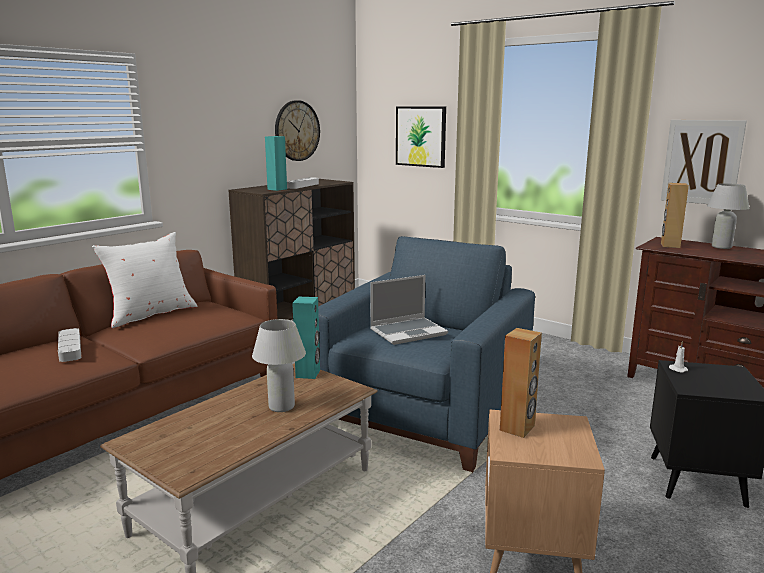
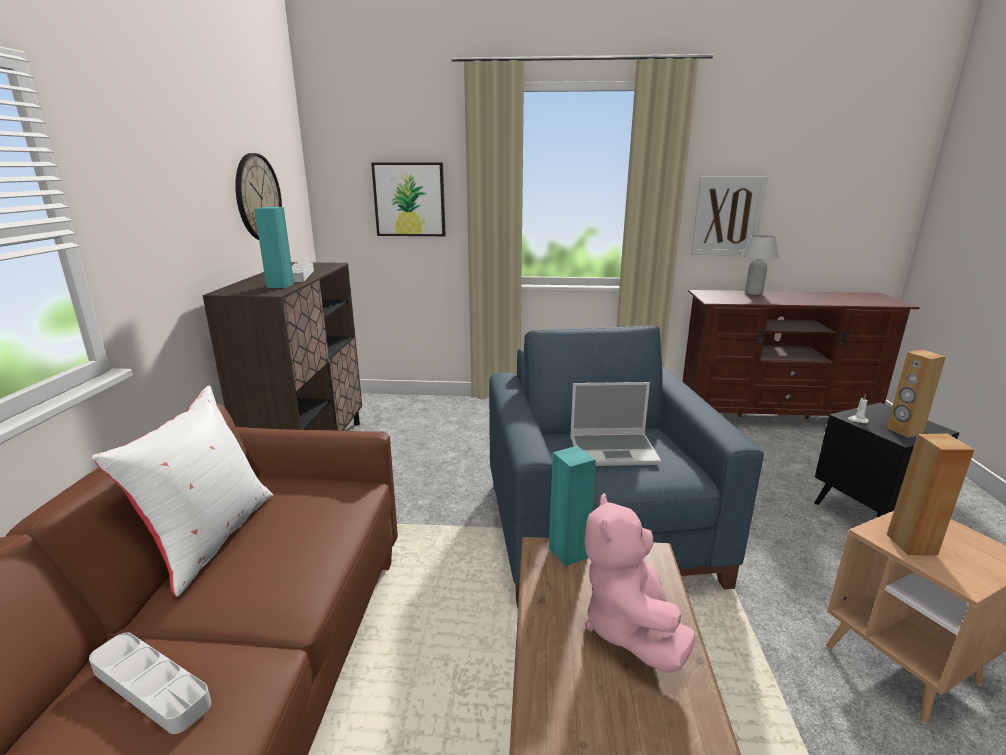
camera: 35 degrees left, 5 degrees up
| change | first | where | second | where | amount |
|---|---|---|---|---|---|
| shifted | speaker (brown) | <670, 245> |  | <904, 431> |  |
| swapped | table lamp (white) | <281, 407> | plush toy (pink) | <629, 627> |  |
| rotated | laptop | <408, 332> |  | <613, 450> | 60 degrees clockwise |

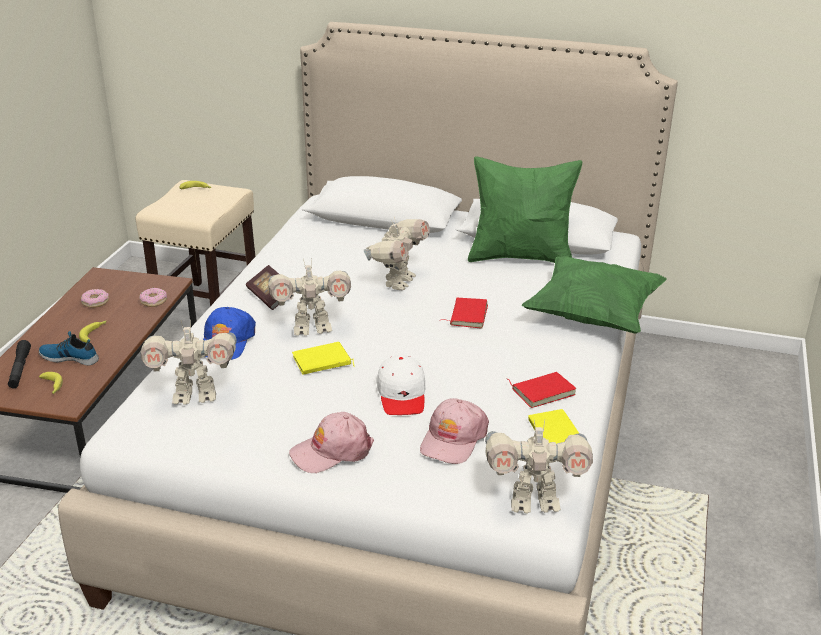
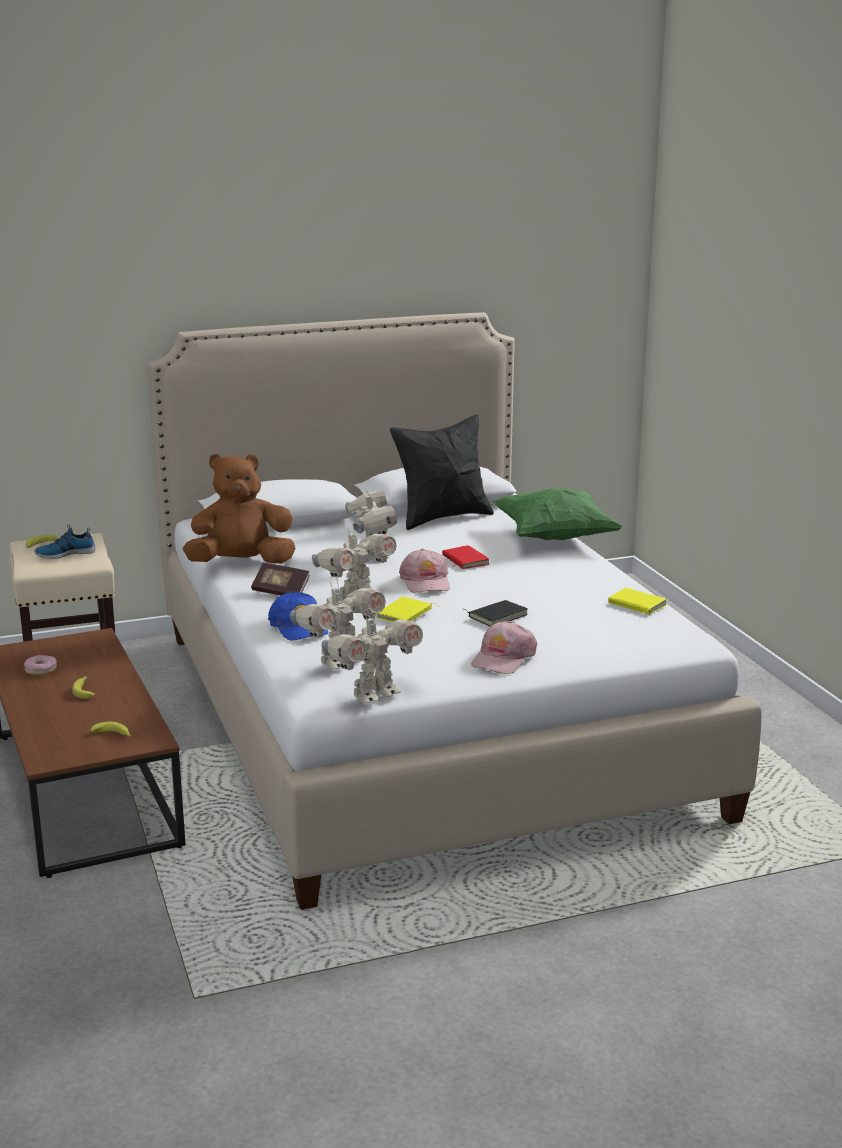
camera: 35 degrees left, 10 degrees down
| change | first | where | second | where | amount |
|---|---|---|---|---|---|
| gone | flashlight (black) | <20, 369> |  |  |  |
| gone | donut | <153, 301> |  |  |  |
| gone | book (red) | <542, 391> |  |  |  |
| new |  |  | plush toy (brown) | <241, 563> |  |
| shifted | shoe | <70, 357> |  | <65, 554> |  |
| shifted | cap (pink) | <453, 439> |  | <426, 582> |  |
| shifted | toy robot | <533, 501> |  | <374, 694> |  |
| swapped | cap (white) | <402, 394> | book (black) | <497, 616> |  |
| repainted | pillow (green) | <520, 257> | pillow (black) | <442, 517> |  |

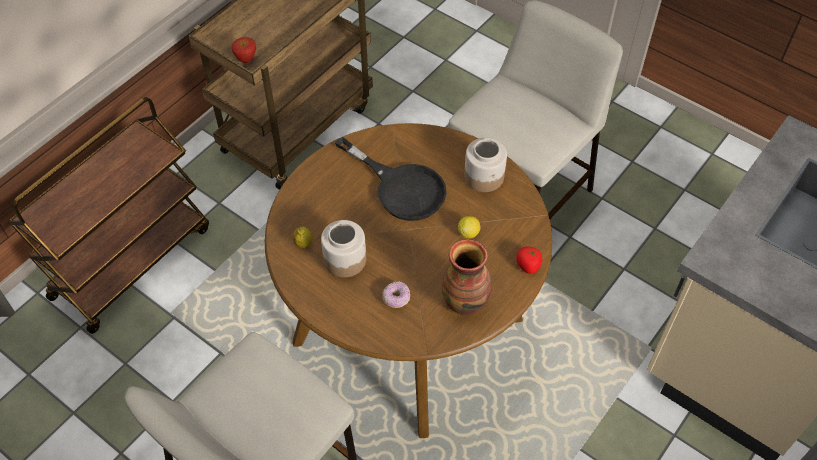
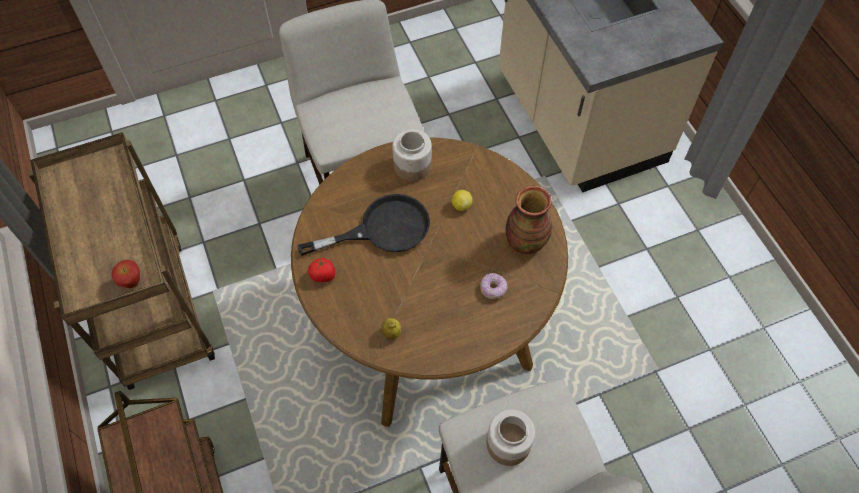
camera: 60 degrees left, 5 degrees up
| change | first | where | second | where | amount |
|---|---|---|---|---|---|
| shifted | jar | <344, 259> |  | <507, 443> |  |
| shifted | tomato | <528, 266> |  | <323, 275> |  |

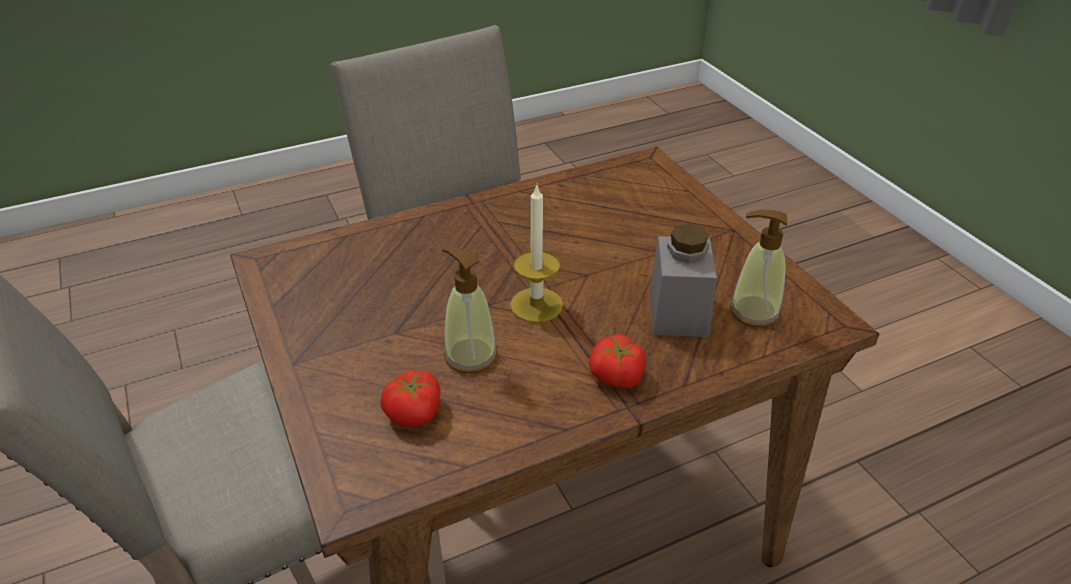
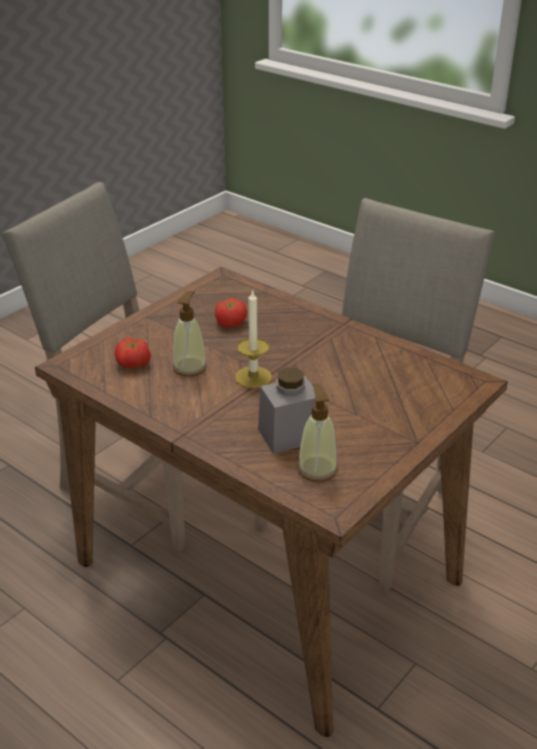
camera: 65 degrees right, 5 degrees down
| change | first | where | second | where | amount |
|---|---|---|---|---|---|
| shifted | tomato | <616, 375> |  | <230, 322> |  |

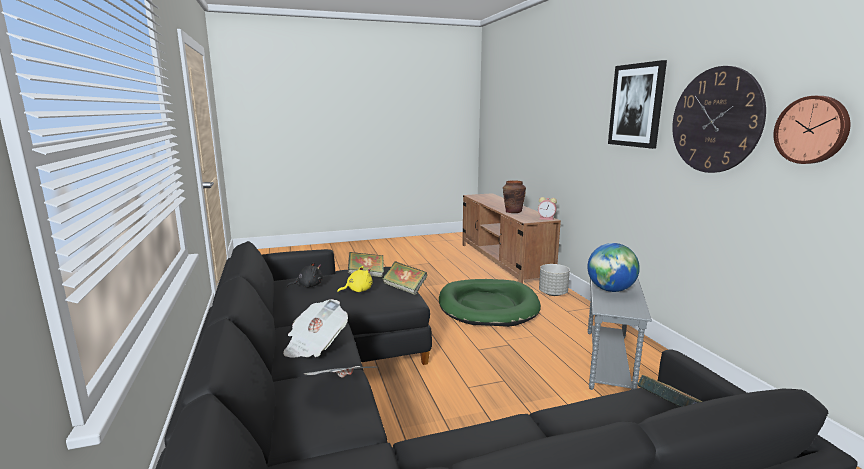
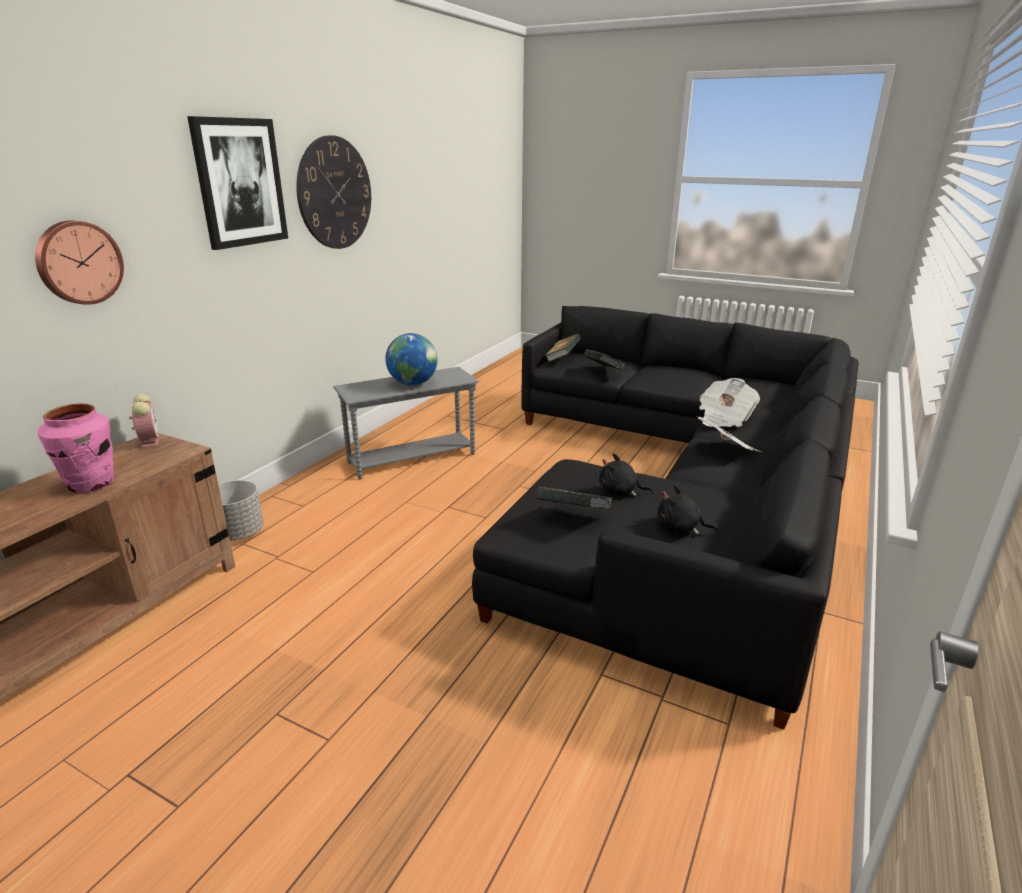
camera: 135 degrees left, 10 degrees up
| change | first | where | second | where | amount |
|---|---|---|---|---|---|
| gone | dog bed (green) | <488, 306> |  |  |  |
| shifted | book | <405, 289> |  | <603, 371> |  |
| shifted | wall clock | <812, 130> |  | <78, 262> |  |
| repainted | plush toy (yellow) | <357, 290> | plush toy (black) | <620, 492> |  |
| repainted | vase (brown) | <513, 212> | vase (pink) | <91, 484> |  |

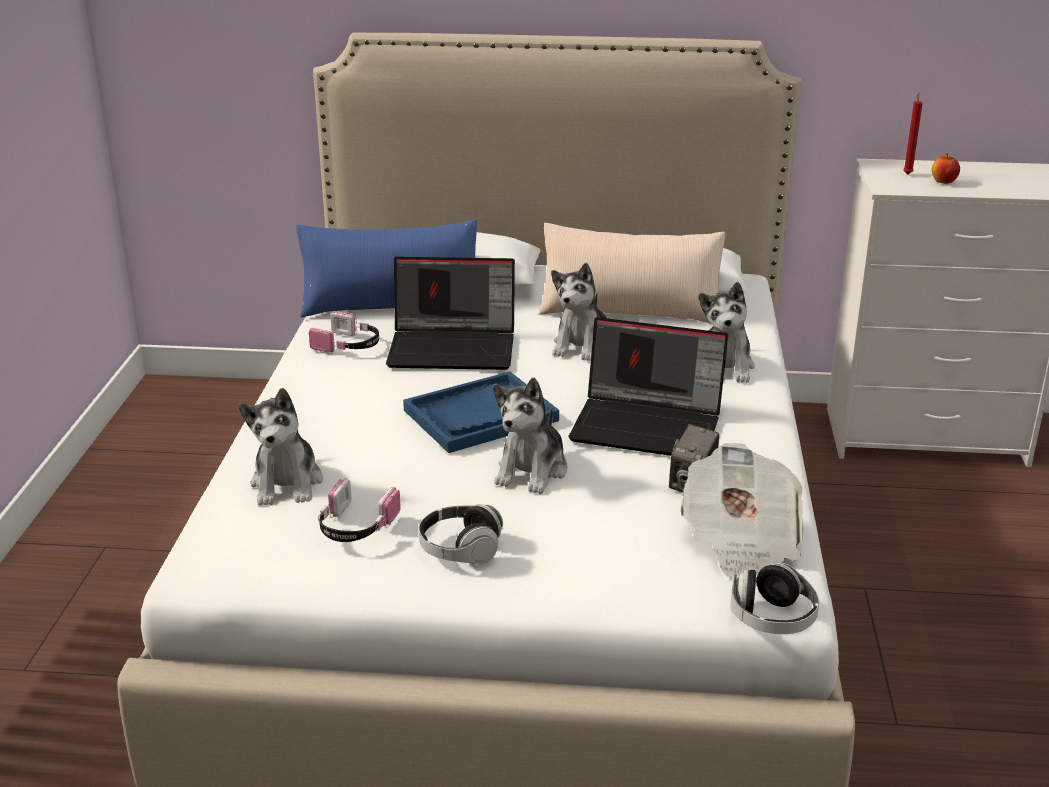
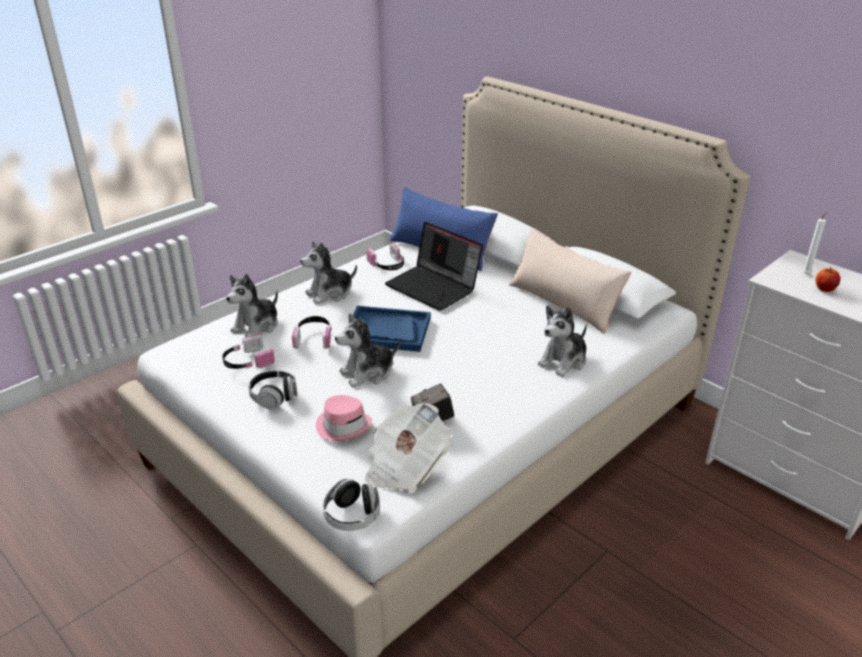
camera: 40 degrees right, 5 degrees up
| change | first | where | second | where | amount |
|---|---|---|---|---|---|
| gone | laptop | <649, 425> |  |  |  |
| new |  |  | headphones | <313, 337> |  |
| new |  |  | hat (pink) | <343, 426> |  |
| shifted | plush toy | <582, 345> |  | <330, 293> |  |
| repainted | candle (red) | <907, 174> | candle (white) | <807, 274> |  |

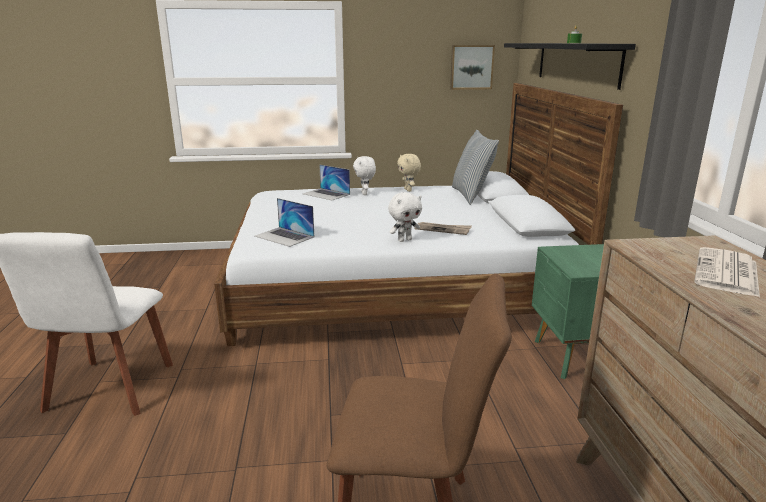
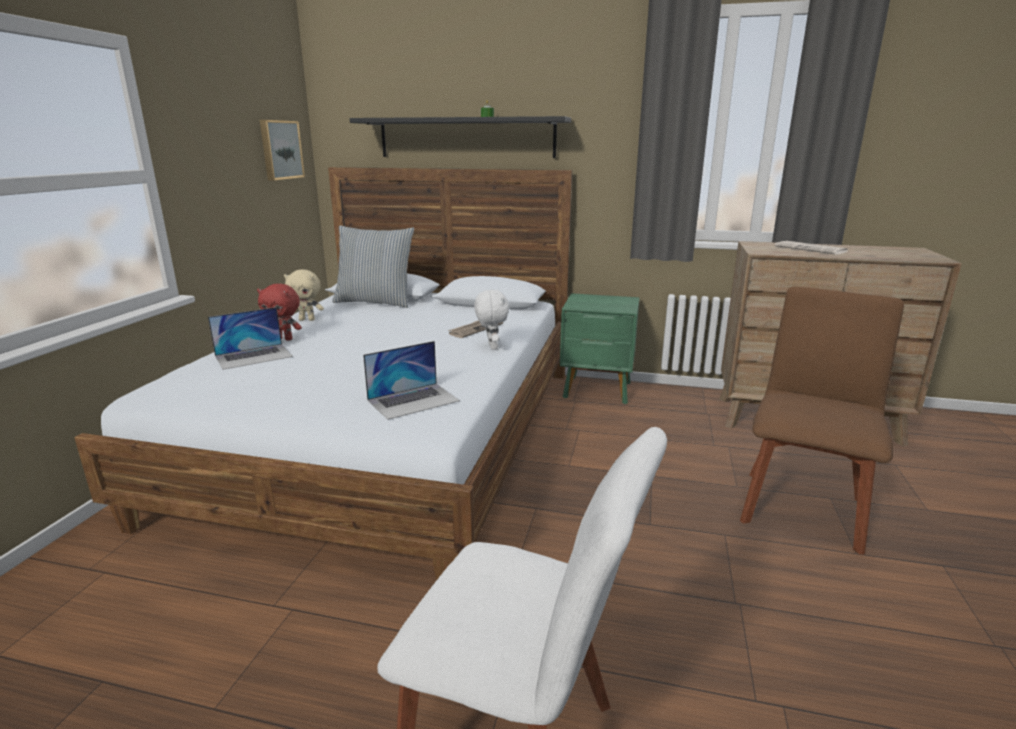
camera: 70 degrees left, 0 degrees up
| change | first | where | second | where | amount |
|---|---|---|---|---|---|
| repainted | plush toy (white) | <365, 194> | plush toy (red) | <284, 339> |  |

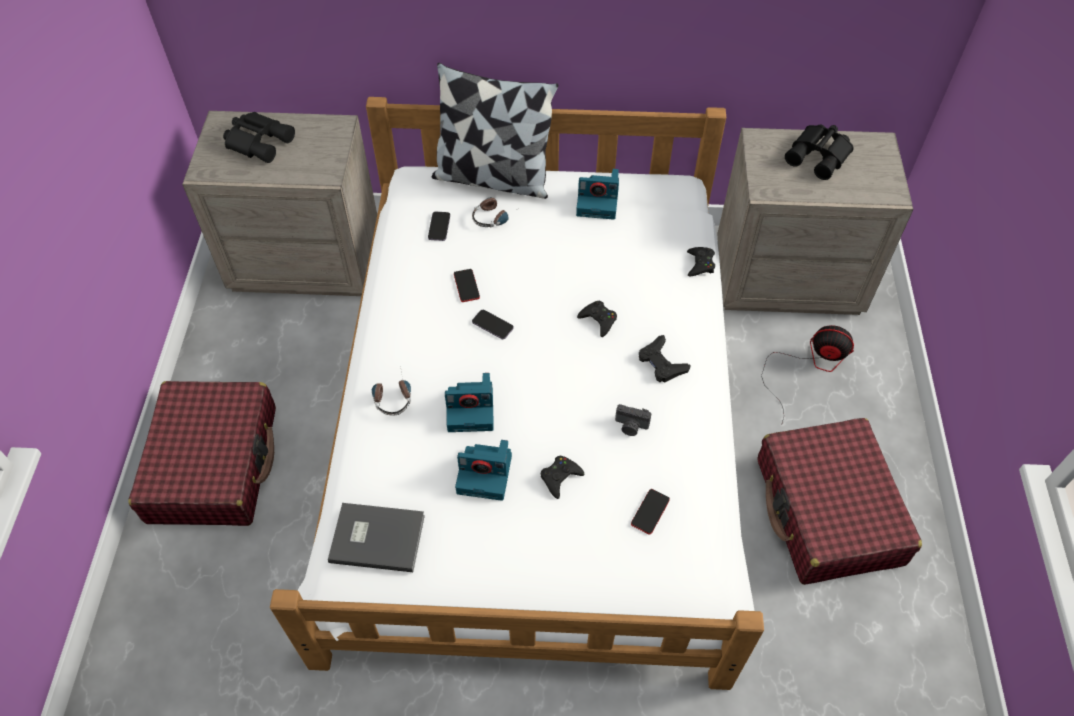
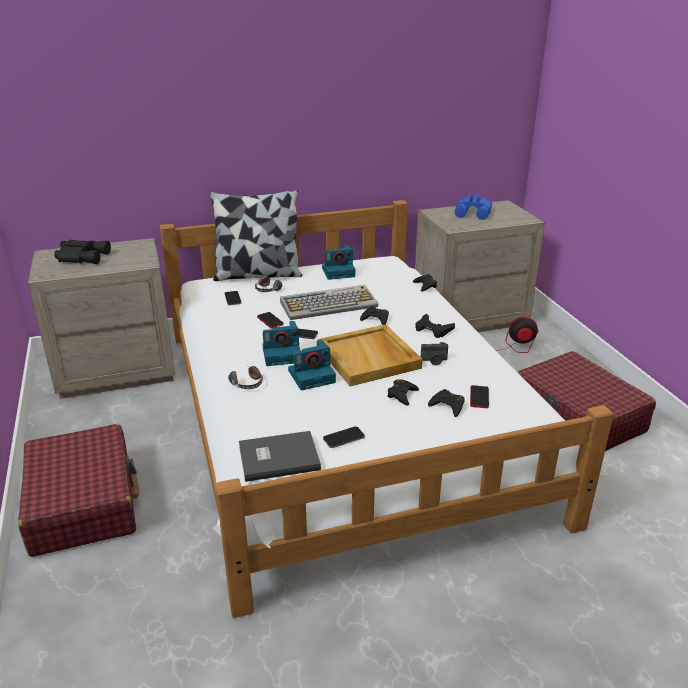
camera: 20 degrees left, 25 degrees down
| change | first | where | second | where | amount |
|---|---|---|---|---|---|
| new |  |  | keyboard | <329, 304> |  |
| new |  |  | tray (beige) | <369, 358> |  |
| new |  |  | phone | <343, 438> |  |
| new |  |  | game controller (black) | <447, 406> |  |
| shifted | photo camera | <486, 474> |  | <282, 354> |  |
| repainted | binoculars (black) | <820, 156> | binoculars (blue) | <474, 212> |  |

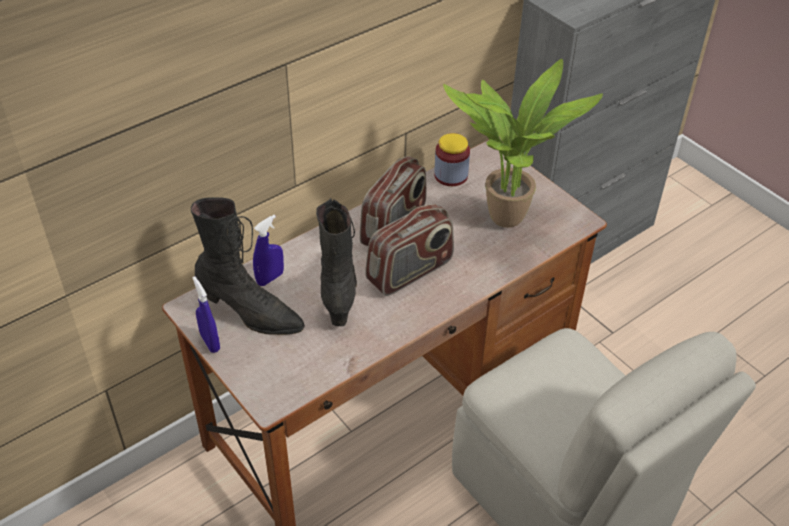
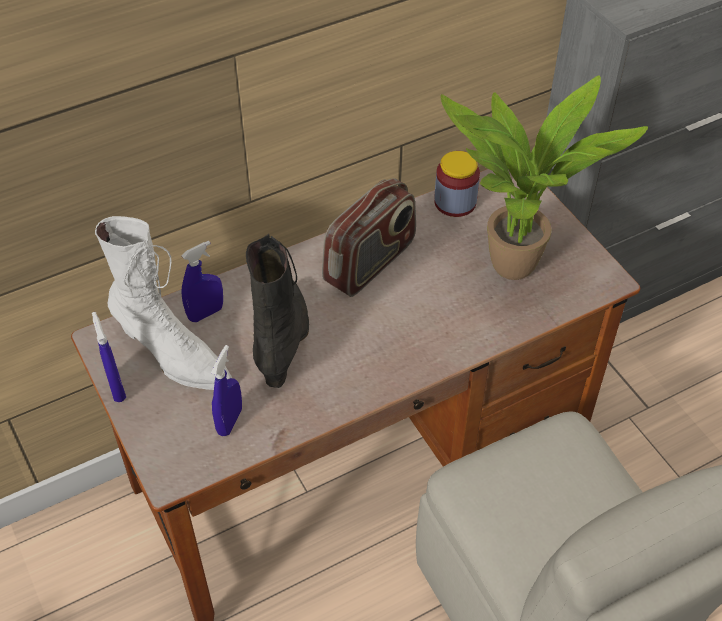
camera: 10 degrees right, 5 degrees up
| change | first | where | second | where | amount |
|---|---|---|---|---|---|
| gone | radio | <410, 272> |  |  |  |
| new |  |  | spray bottle (blue) | <230, 421> |  |
| repainted | boot (black) | <250, 313> | boot (white) | <172, 356> |  |

